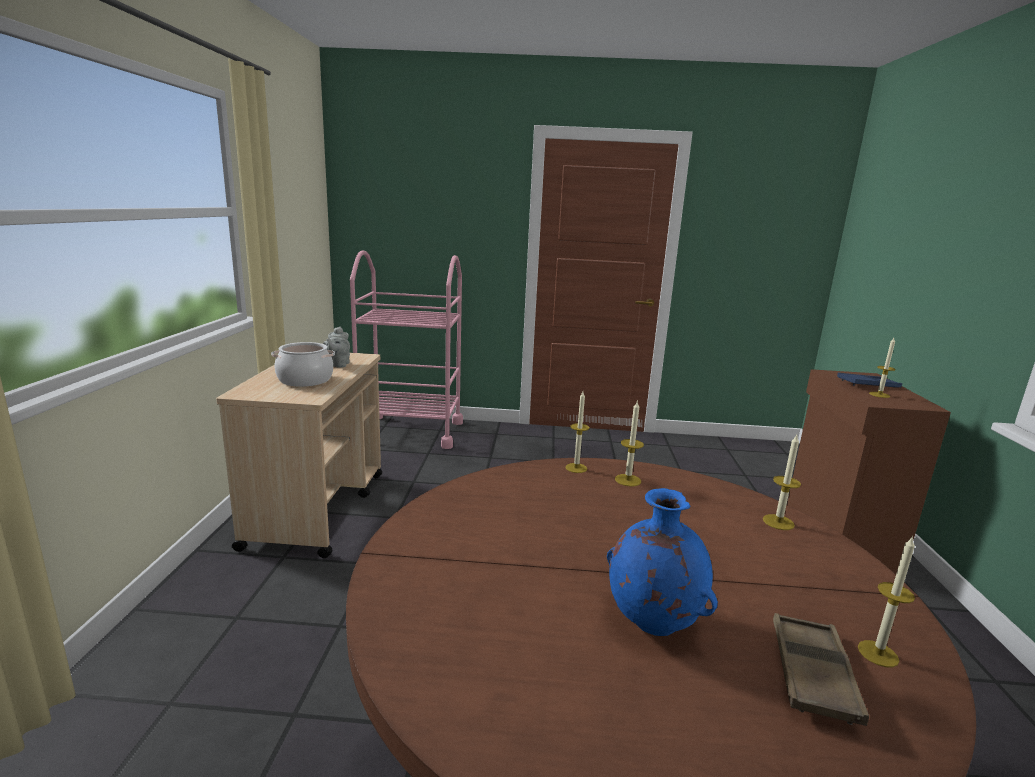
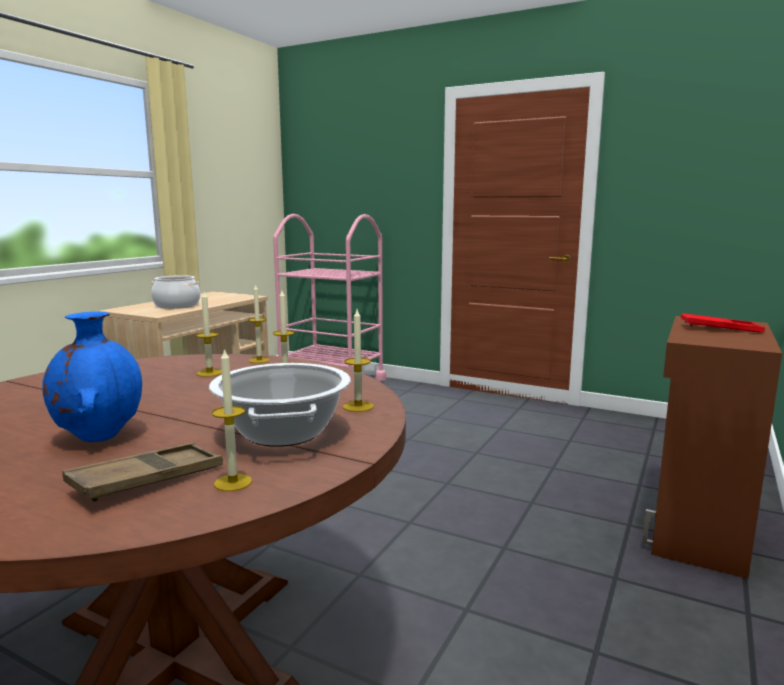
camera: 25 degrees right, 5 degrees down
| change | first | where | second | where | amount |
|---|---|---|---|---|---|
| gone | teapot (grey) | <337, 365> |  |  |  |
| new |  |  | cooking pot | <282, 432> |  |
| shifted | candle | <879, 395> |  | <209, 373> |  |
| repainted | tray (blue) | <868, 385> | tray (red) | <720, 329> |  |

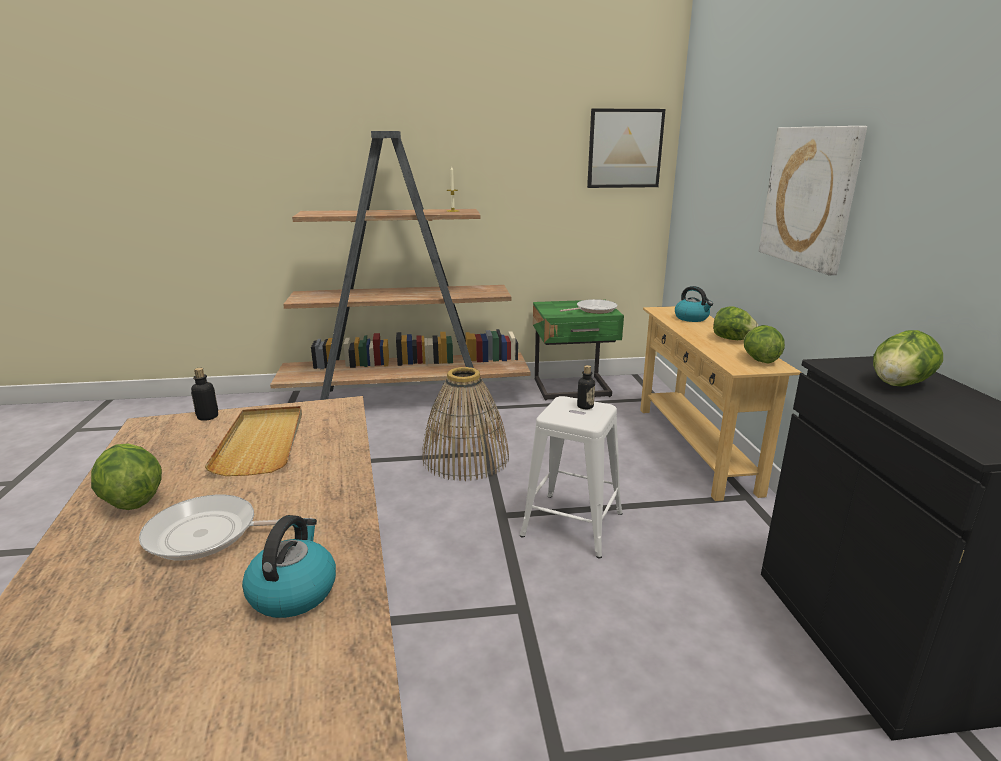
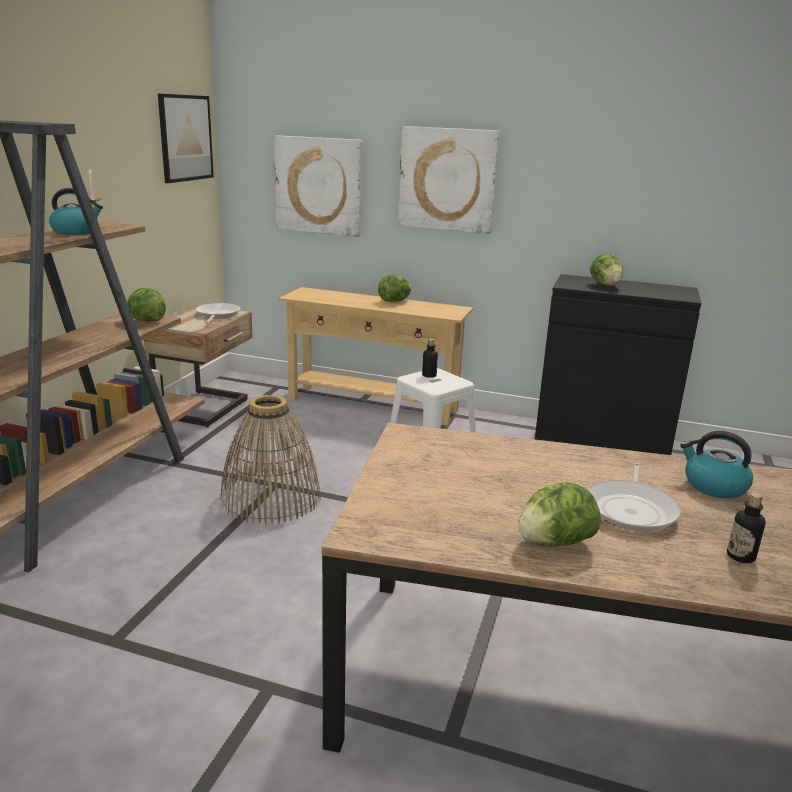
camera: 65 degrees left, 0 degrees up
| change | first | where | second | where | amount |
|---|---|---|---|---|---|
| gone | tray (beige) | <262, 443> |  |  |  |
| new |  |  | picture | <318, 186> |  |
| shifted | bottle | <208, 417> |  | <740, 556> |  |
| shifted | kettle | <692, 318> |  | <76, 231> |  |
| shifted | lettuce | <759, 360> |  | <146, 321> |  |
| repainted | nightstand (green) | <573, 389> | nightstand (beige) | <205, 409> |  |

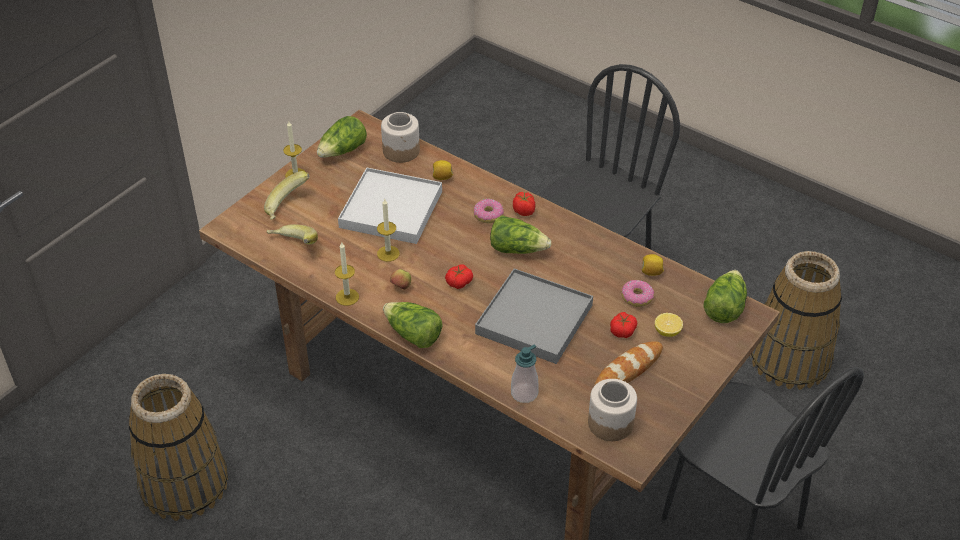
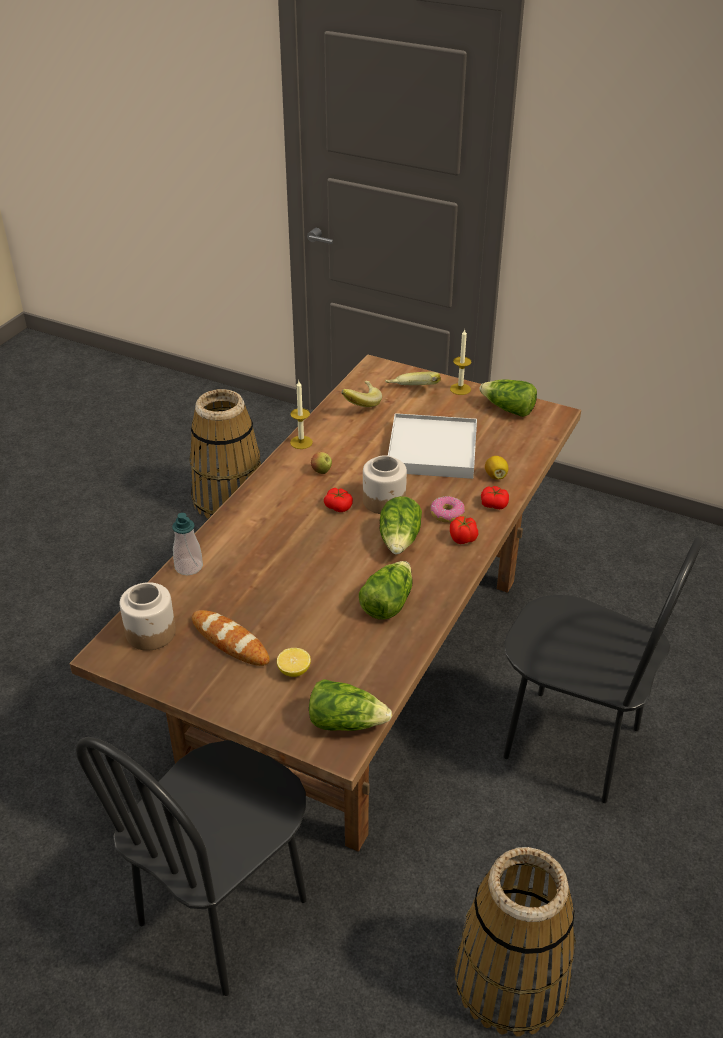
camera: 80 degrees right, 5 degrees down
| change | first | where | second | where | amount |
|---|---|---|---|---|---|
| gone | candle | <388, 253> |  |  |  |
| gone | tray (grey) | <534, 319> |  |  |  |
| gone | donut | <637, 297> |  |  |  |
| gone | lemon | <651, 272> |  |  |  |
| shifted | jar | <401, 151> |  | <384, 501> |  |
| shifted | lettuce | <413, 335> |  | <387, 603> |  |
| shifted | tomato | <622, 330> |  | <494, 504> |  |

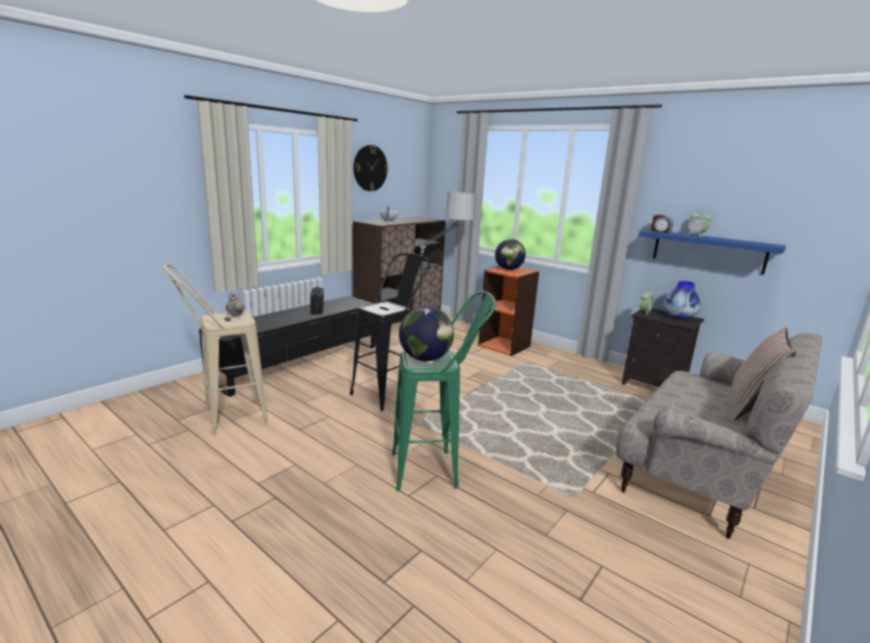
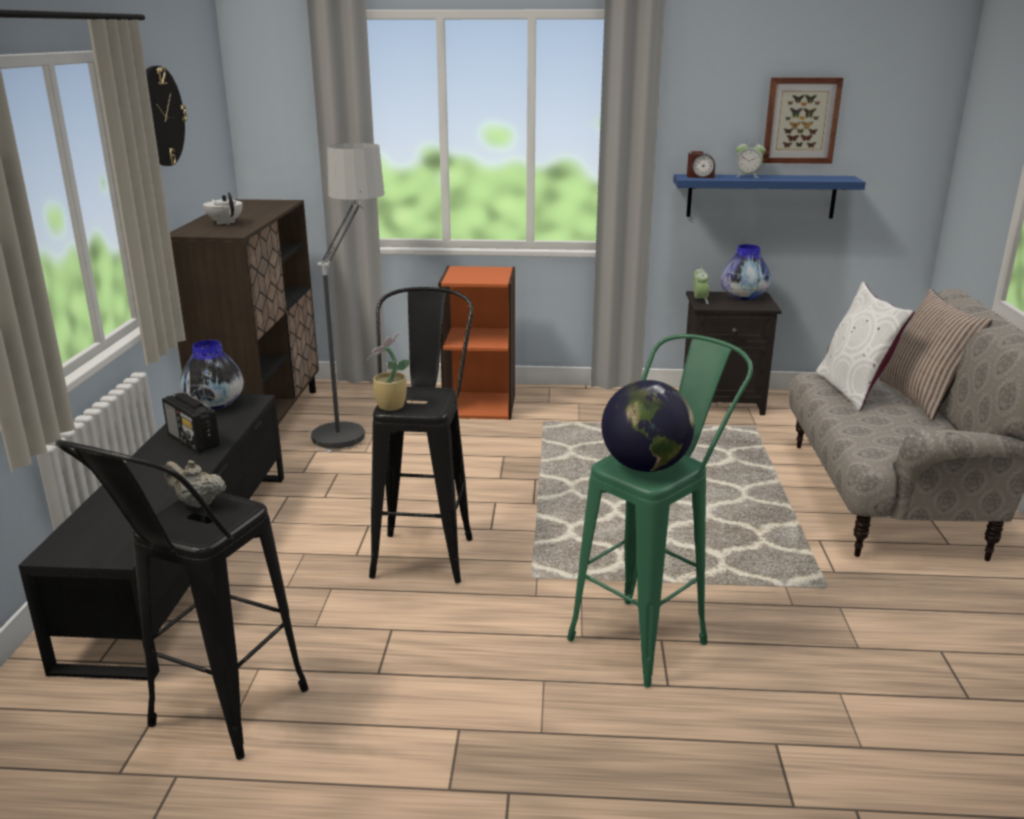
camera: 35 degrees left, 5 degrees up
| change | first | where | second | where | amount |
|---|---|---|---|---|---|
| gone | globe | <508, 269> |  |  |  |
| new |  |  | vase | <214, 405> |  |
| new |  |  | potted plant | <389, 407> |  |
| new |  |  | picture | <801, 120> |  |
| new |  |  | pillow (white) | <853, 391> |  |
| repainted | stool (beige) | <224, 418> | stool (black) | <214, 722> |  |

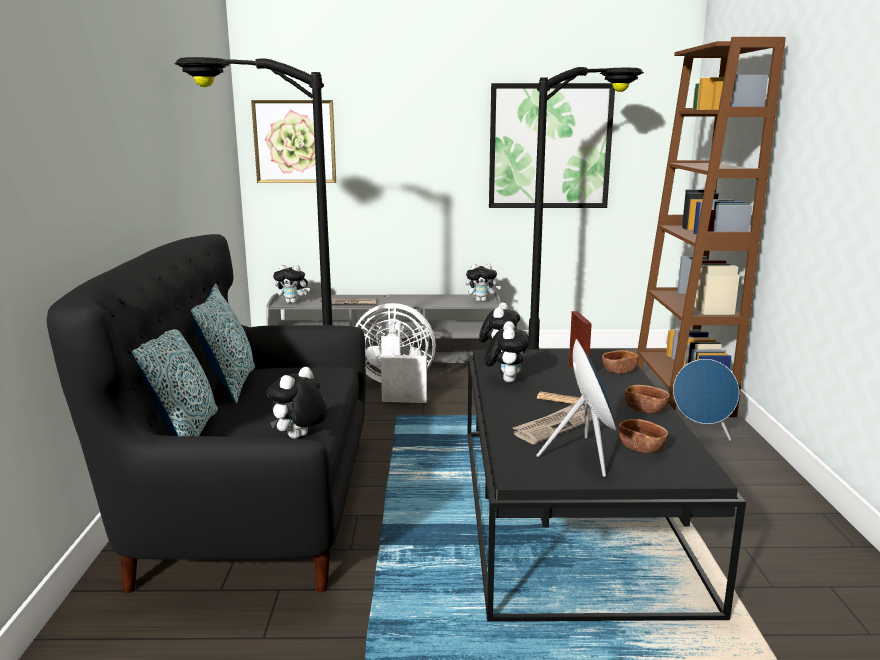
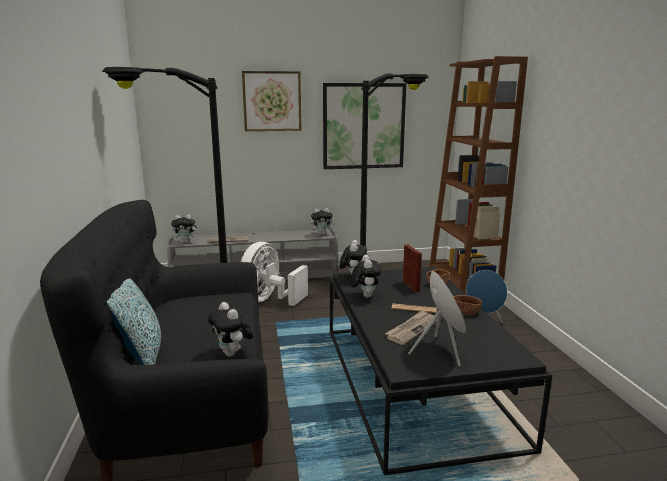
camera: 10 degrees left, 0 degrees up
| change | first | where | second | where | amount |
|---|---|---|---|---|---|
| gone | pillow | <230, 385> |  |  |  |
| gone | bowl (brown) | <641, 448> |  |  |  |
| shifted | picture | <295, 142> |  | <272, 101> |  |
| rotated | plush toy | <299, 438> |  | <232, 354> | 60 degrees counterclockwise |
| rotated | fan (white) | <395, 388> |  | <269, 300> | 60 degrees counterclockwise |

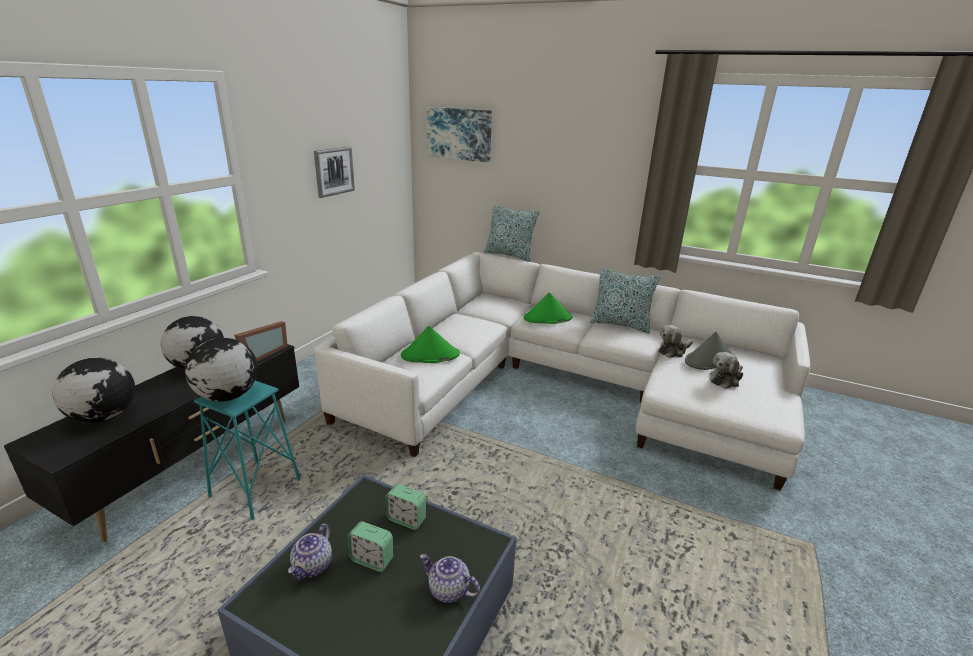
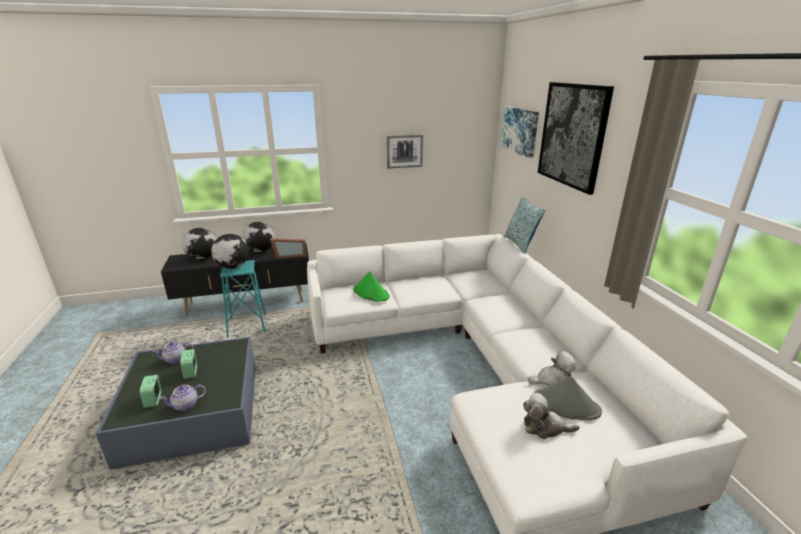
camera: 50 degrees right, 0 degrees up
| change | first | where | second | where | amount |
|---|---|---|---|---|---|
| gone | hat (green) | <547, 318> |  |  |  |
| gone | pillow | <620, 324> |  |  |  |
| new |  |  | picture | <572, 135> |  |
| shifted | alarm clock | <406, 519> |  | <153, 400> |  |
| rotated | teapot | <448, 590> |  | <185, 405> | 105 degrees counterclockwise |
| rotated | plush toy | <673, 351> |  | <553, 380> | 150 degrees clockwise |

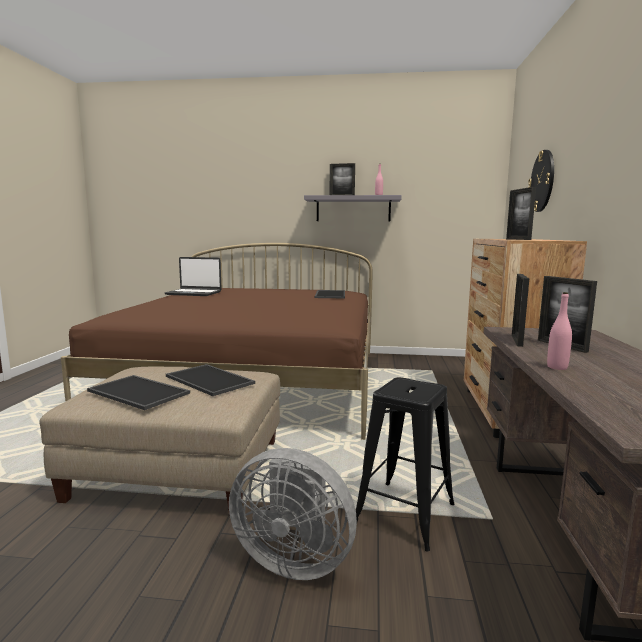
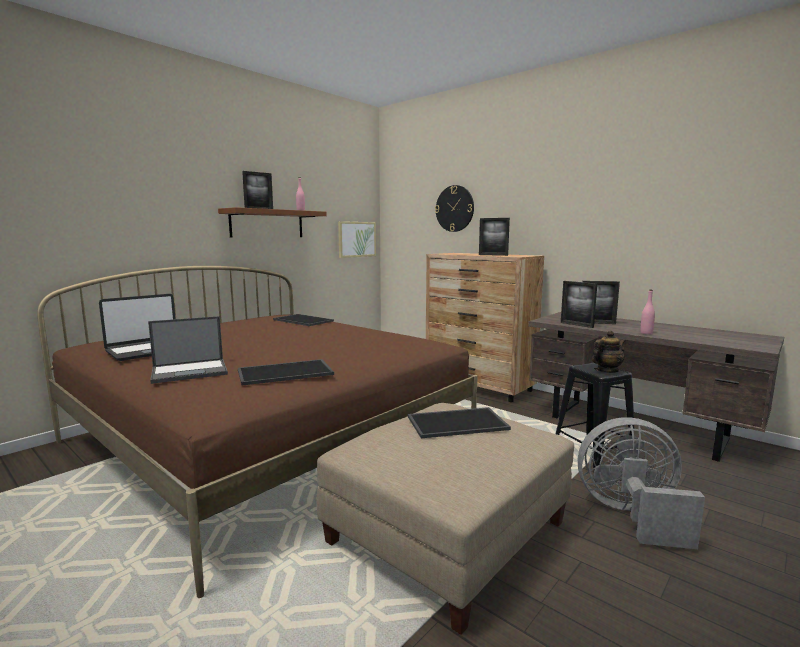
camera: 55 degrees left, 0 degrees up
| change | first | where | second | where | amount |
|---|---|---|---|---|---|
| new |  |  | laptop | <190, 371> |  |
| new |  |  | picture | <356, 239> |  |
| new |  |  | teapot | <606, 370> |  |
| shifted | tray | <140, 392> |  | <286, 372> |  |
| repainted | shelf (grey) | <353, 209> | shelf (brown) | <267, 224> |  |
| rotated | fan (grey) | <293, 559> |  | <631, 515> | 135 degrees counterclockwise |

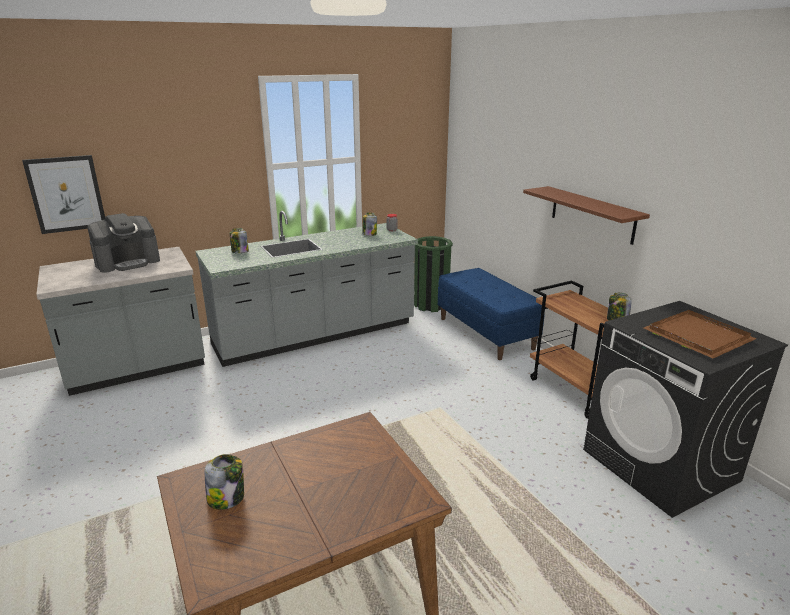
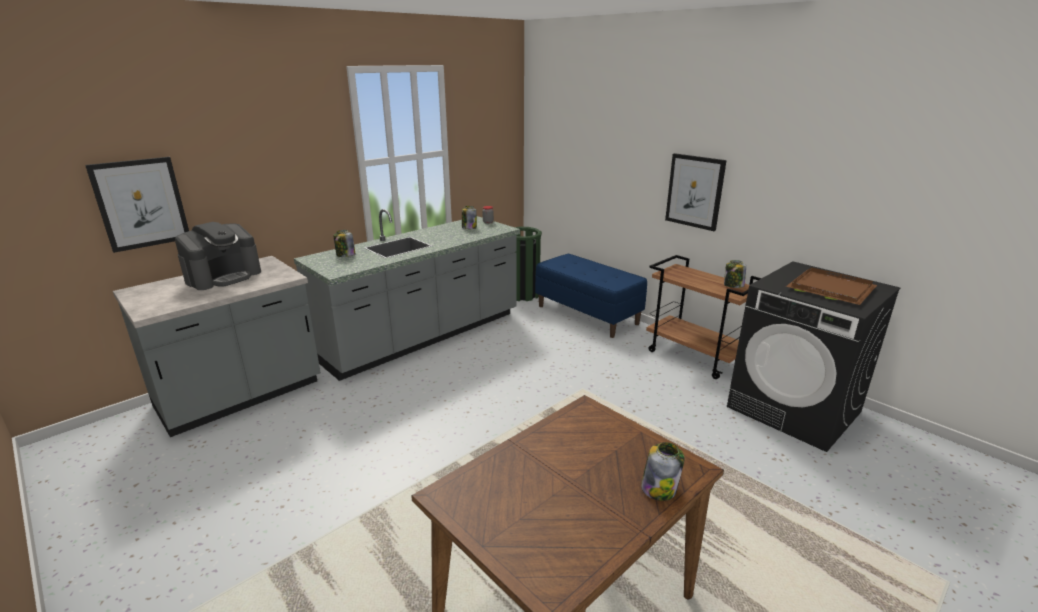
camera: 15 degrees left, 0 degrees up
| change | first | where | second | where | amount |
|---|---|---|---|---|---|
| shifted | jar | <227, 498> |  | <659, 488> |  |
| swapped | shelf (brown) | <592, 214> | picture | <695, 191> |  |

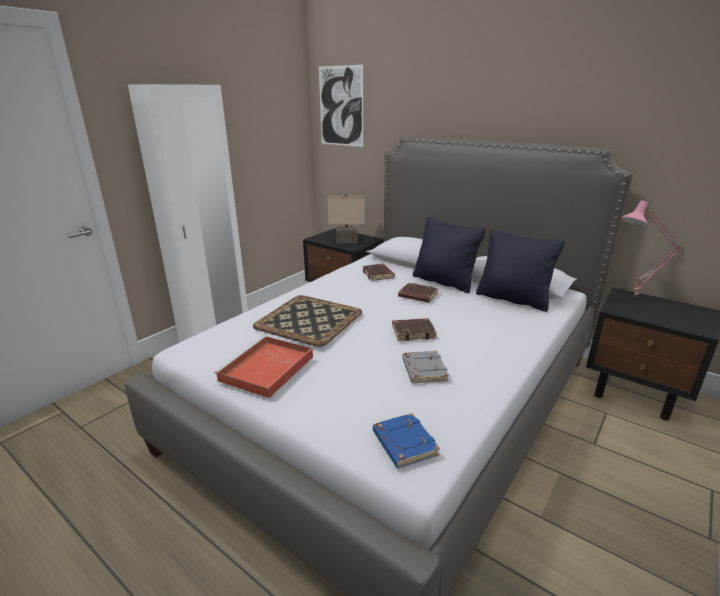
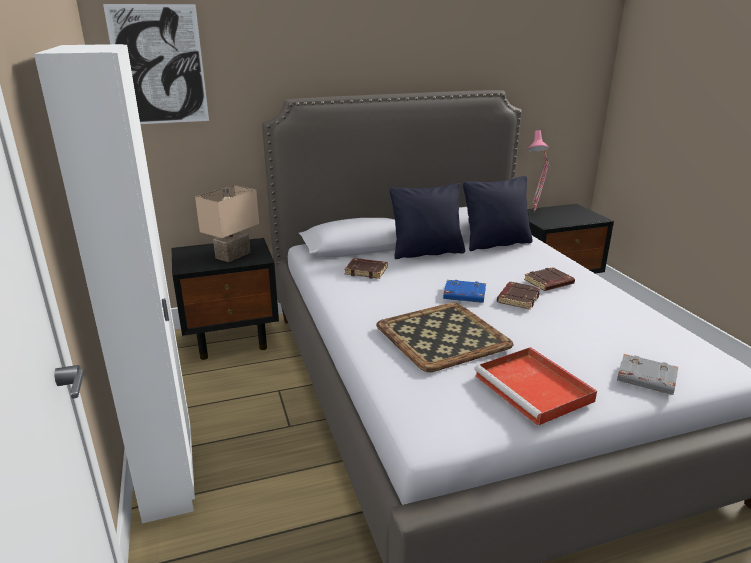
camera: 55 degrees left, 0 degrees up
| change | first | where | second | where | amount |
|---|---|---|---|---|---|
| shifted | book (blue) | <403, 444> |  | <463, 295> |  |
| shifted | book (brown) | <417, 296> |  | <548, 283> |  |
| shifted | book (grey) | <423, 370> |  | <645, 379> |  |

